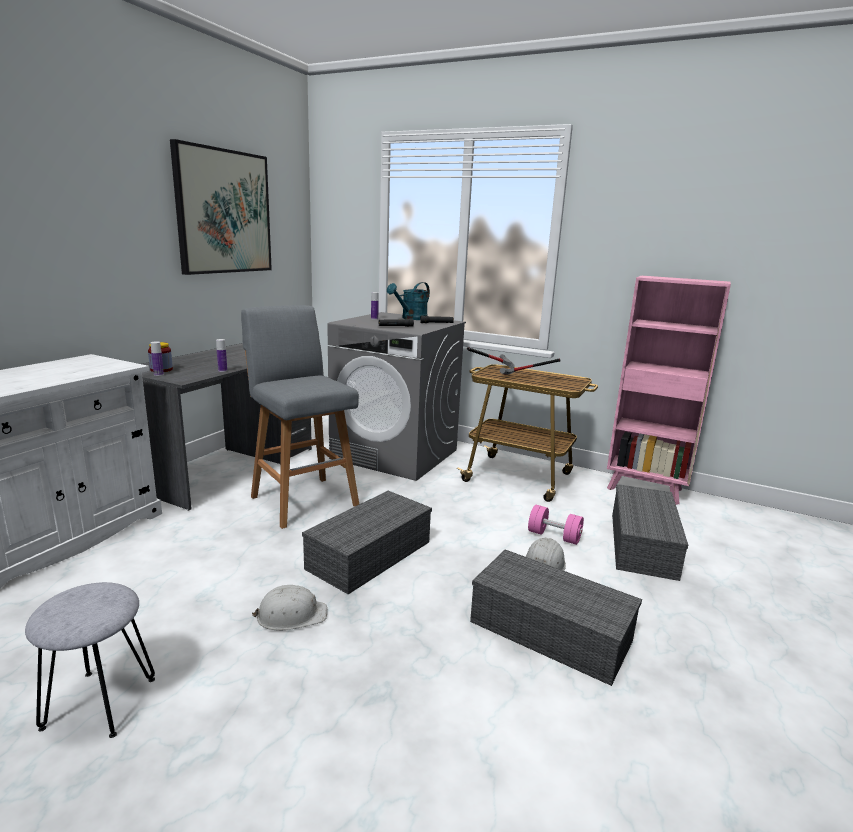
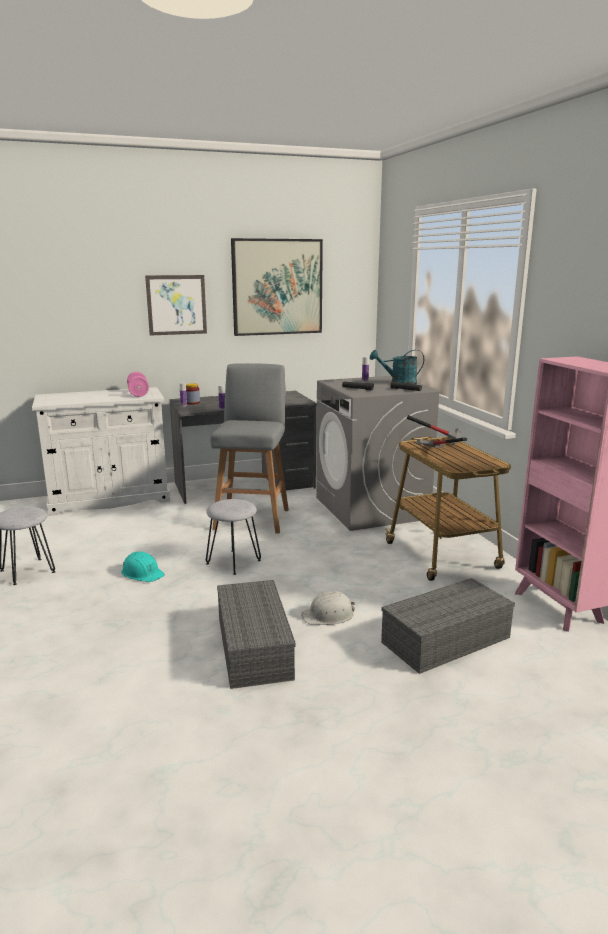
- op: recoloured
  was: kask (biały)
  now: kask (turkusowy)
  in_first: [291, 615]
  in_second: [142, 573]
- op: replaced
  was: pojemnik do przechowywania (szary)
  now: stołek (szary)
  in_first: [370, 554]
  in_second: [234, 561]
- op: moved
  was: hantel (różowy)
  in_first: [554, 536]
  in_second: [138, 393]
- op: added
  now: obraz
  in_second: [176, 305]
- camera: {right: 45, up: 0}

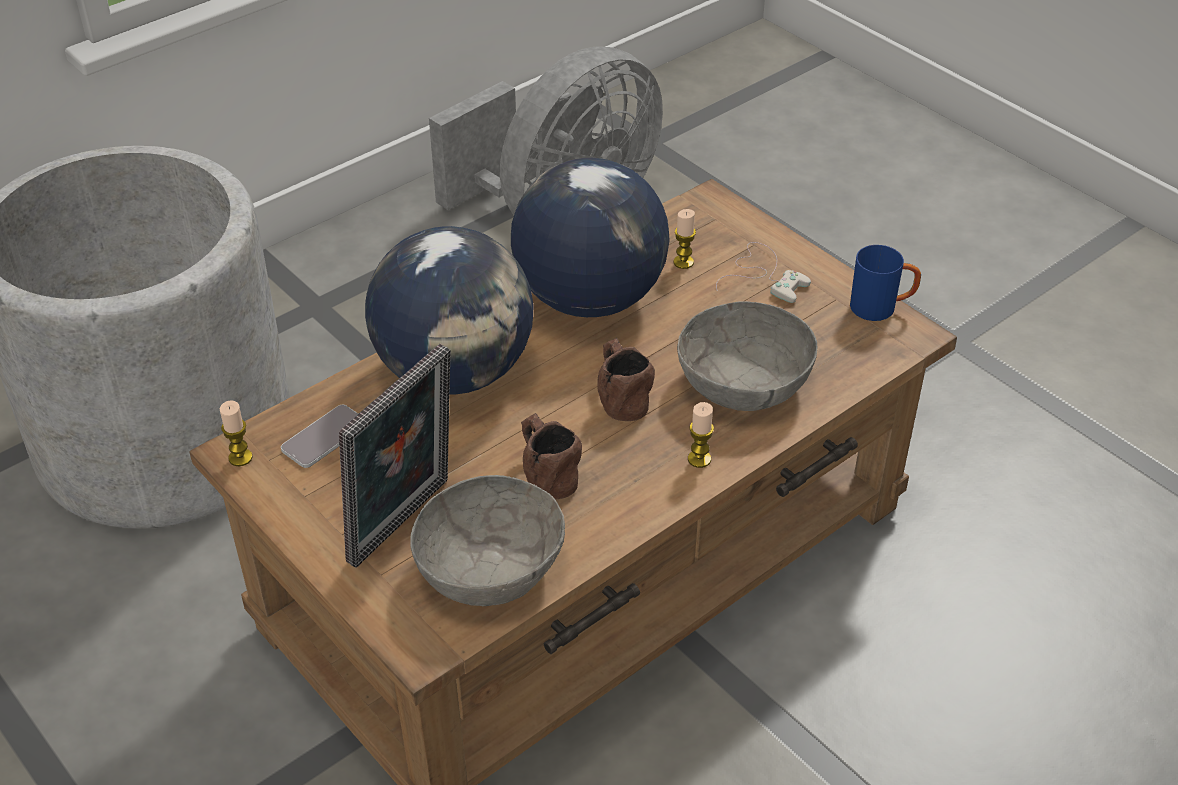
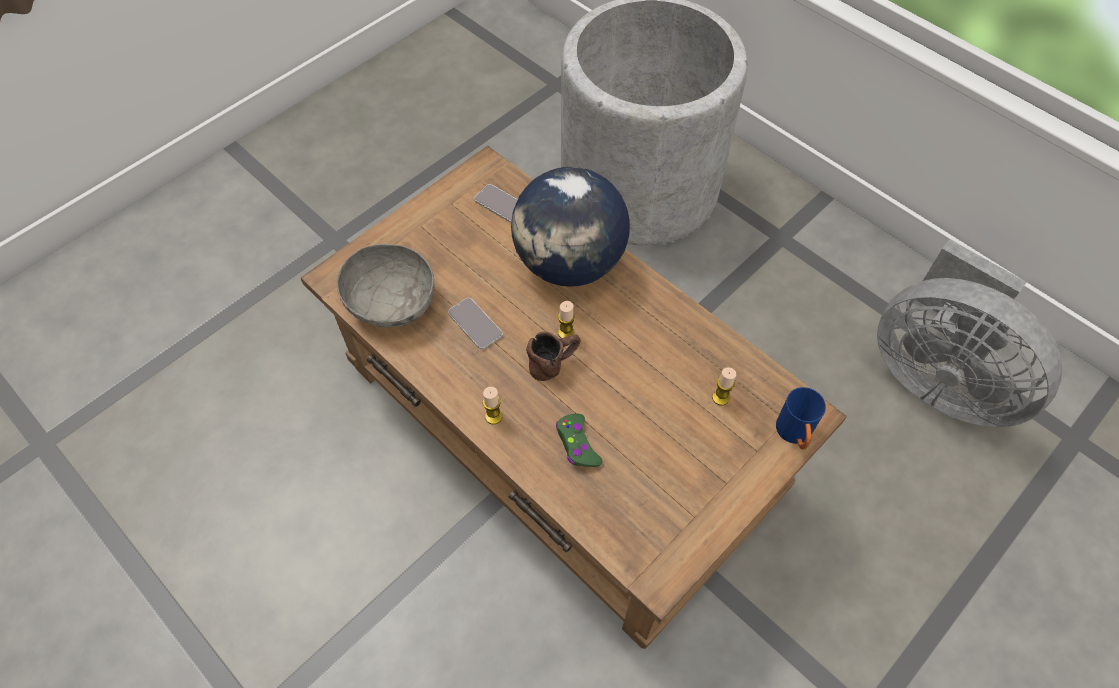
- op: moved
  was: świeca
  in_first: [240, 458]
  in_second: [566, 333]
- op: removed
  was: ramka na zdjęcie
  in_first: [405, 524]
- op: removed
  was: globus
  in_first: [588, 299]
- op: replaced
  was: kubek (brązowy)
  now: telefon
  in_first: [545, 473]
  in_second: [475, 324]
- op: replaced
  was: miska (szary)
  now: pad do gier (zielony)
  in_first: [743, 384]
  in_second: [577, 445]
- op: removed
  was: pad do gier (biały)
  in_first: [763, 275]
- op: moved
  was: kubek (niebieski)
  in_first: [881, 308]
  in_second: [795, 435]
- camera: {right: 85, up: 15}

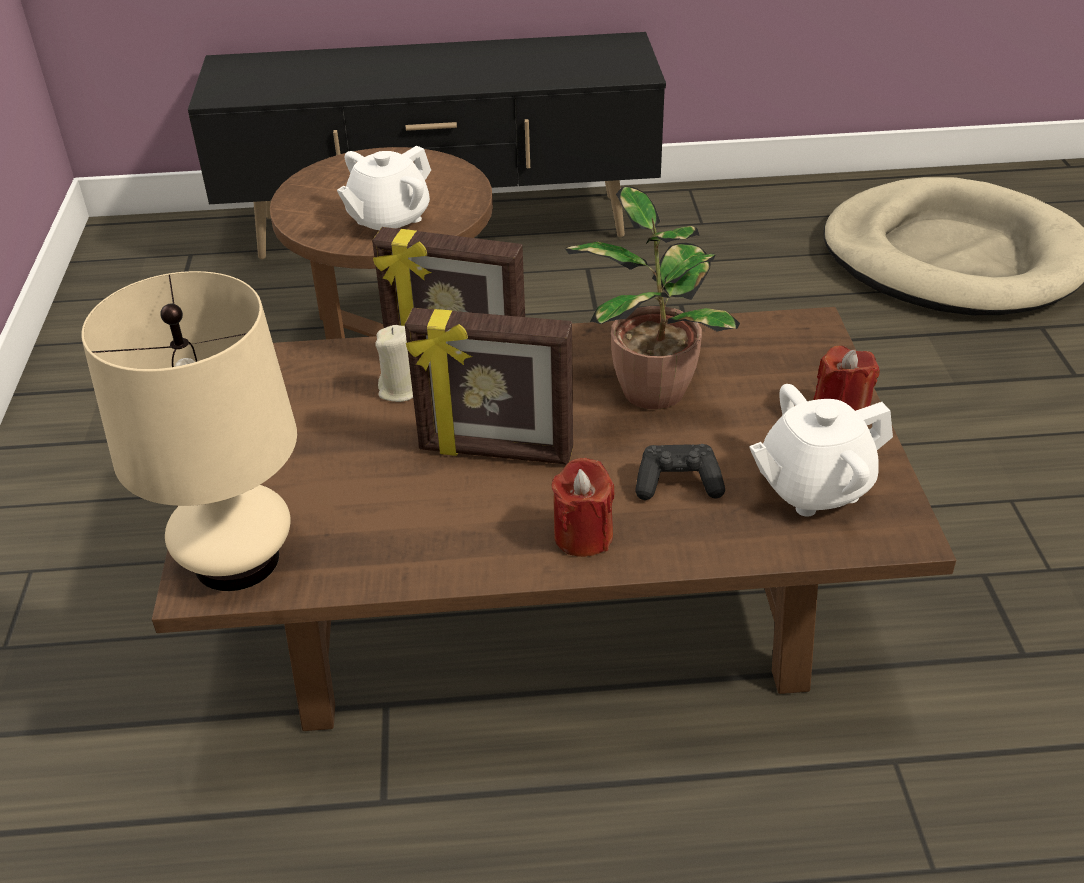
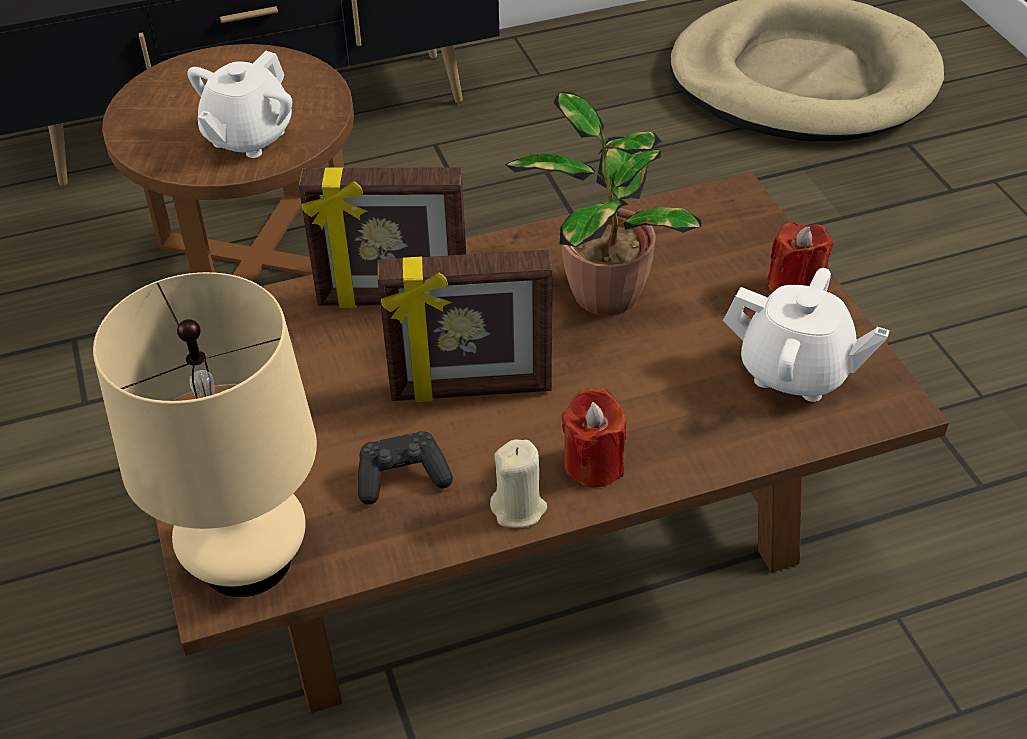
- op: moved
  was: świeca (beżowy)
  in_first: [400, 390]
  in_second: [519, 508]
- op: moved
  was: pad do gier (czarny)
  in_first: [678, 484]
  in_second: [402, 478]
- op: turned
  was: imbryk (biały)
  in_first: [813, 487]
  in_second: [795, 372]
  clockwise: -120
- camera: {right: -15, up: 5}

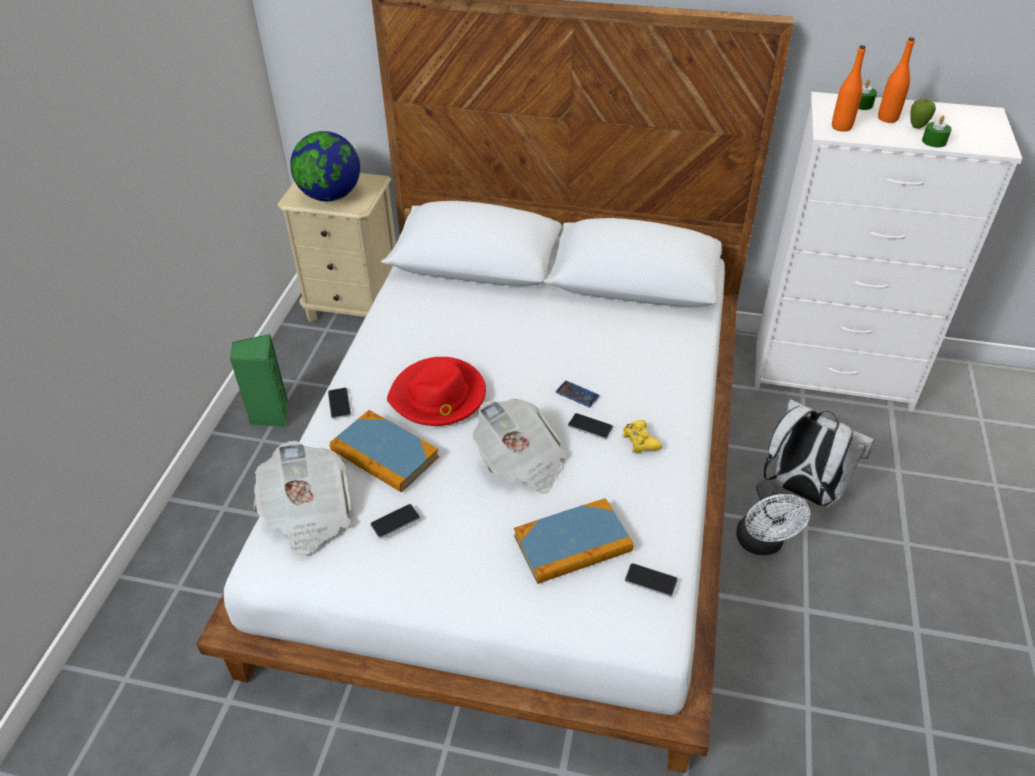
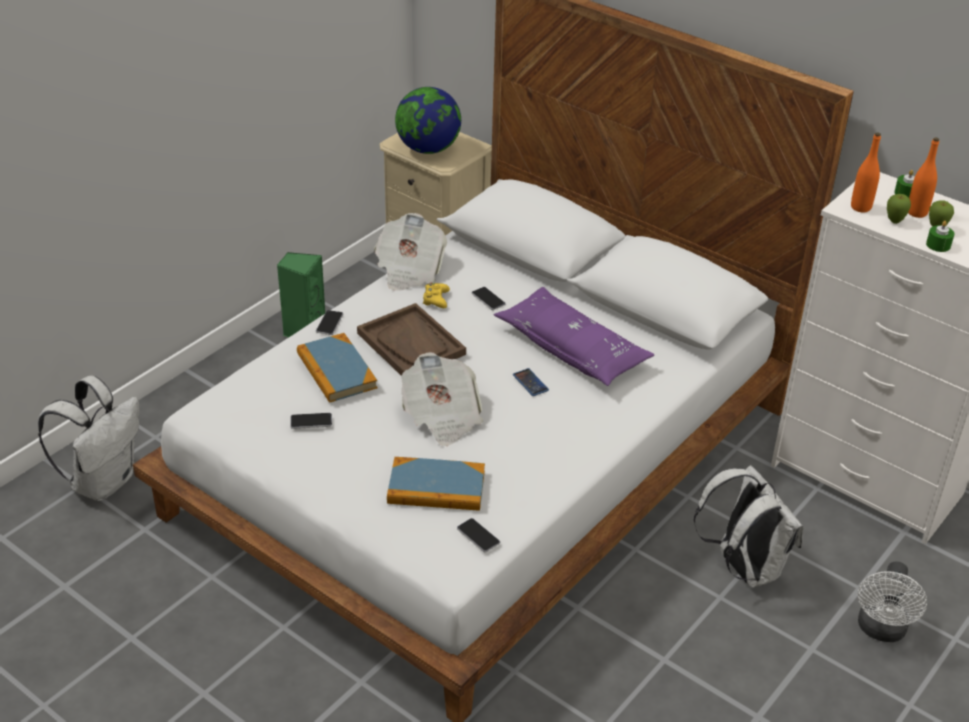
- op: moved
  was: gazeta
  in_first: [307, 514]
  in_second: [409, 270]
- op: replaced
  was: kapelusz (czerwony)
  now: taca (brązowy)
  in_first: [438, 396]
  in_second: [411, 344]
- op: moved
  was: telefon
  in_first: [590, 427]
  in_second: [488, 299]
- op: moved
  was: pad do gier (żółty)
  in_first: [640, 441]
  in_second: [436, 299]
- op: moved
  was: wentylator (biały)
  in_first: [762, 544]
  in_second: [881, 630]
- op: added
  now: plecak (biały)
  in_second: [104, 481]
- op: added
  now: poduszka (fioletowy)
  in_second: [572, 349]
- op: added
  now: jabłko
  in_second: [894, 221]
- camera: {right: 25, up: -5}

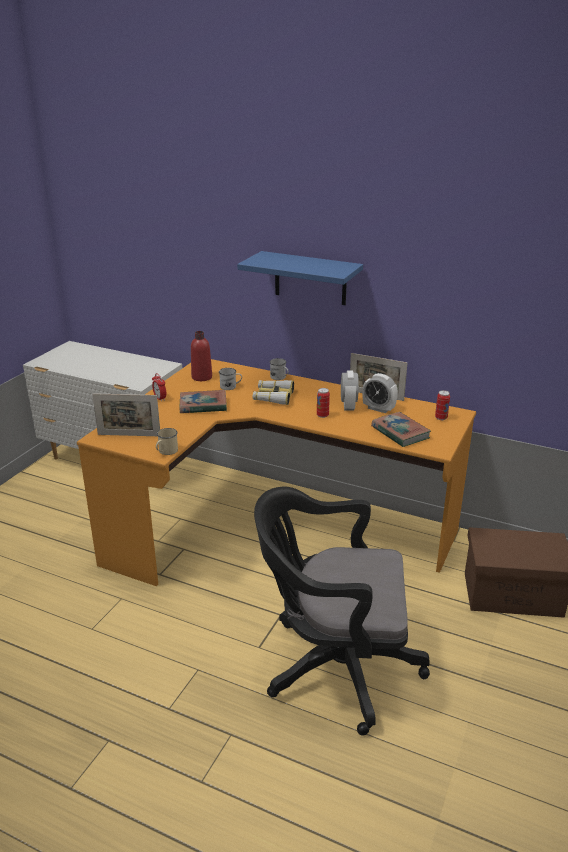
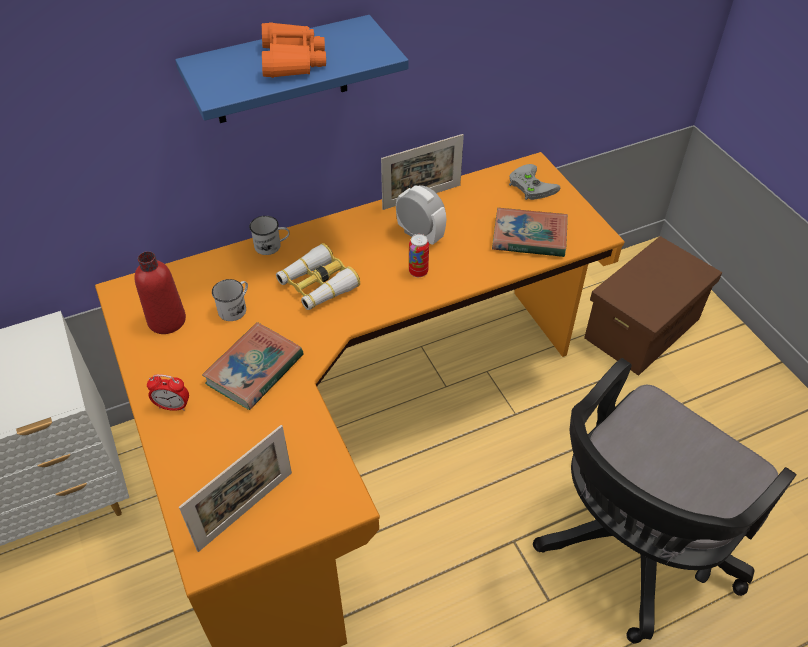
- op: removed
  was: kubek (beżowy)
  in_first: [166, 452]
- op: removed
  was: budzik
  in_first: [378, 409]
- op: replaced
  was: puszka
  now: pad do gier (szary)
  in_first: [441, 418]
  in_second: [529, 185]
- op: added
  now: lornetka (pomarańczowy)
  in_second: [292, 60]
- camera: {right: -50, up: 20}

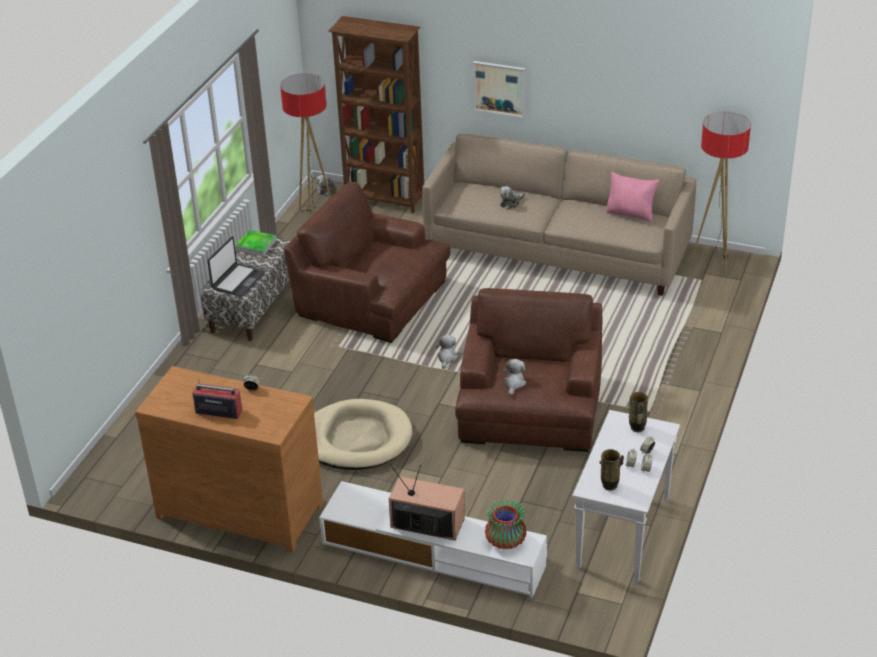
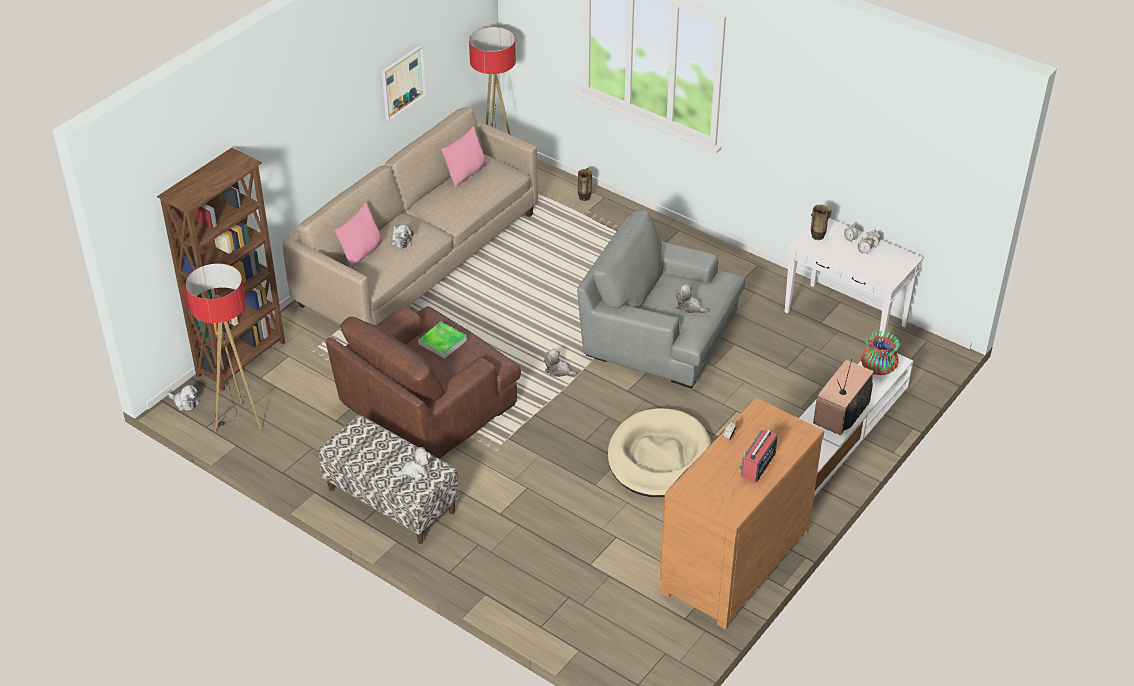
- op: replaced
  was: laptop
  now: pluszak
  in_first: [238, 281]
  in_second: [415, 471]
- op: moved
  was: taca
  in_first: [256, 245]
  in_second: [442, 342]
- op: recoloured
  was: fotel (brązowy)
  now: fotel (szary)
  in_first: [530, 407]
  in_second: [659, 333]
- op: moved
  was: obraz
  in_first: [499, 88]
  in_second: [402, 82]
- op: moved
  was: wazon
  in_first: [610, 486]
  in_second: [584, 198]
- op: added
  now: poduszka (różowy)
  in_second: [362, 252]
- camera: {right: -75, up: 5}

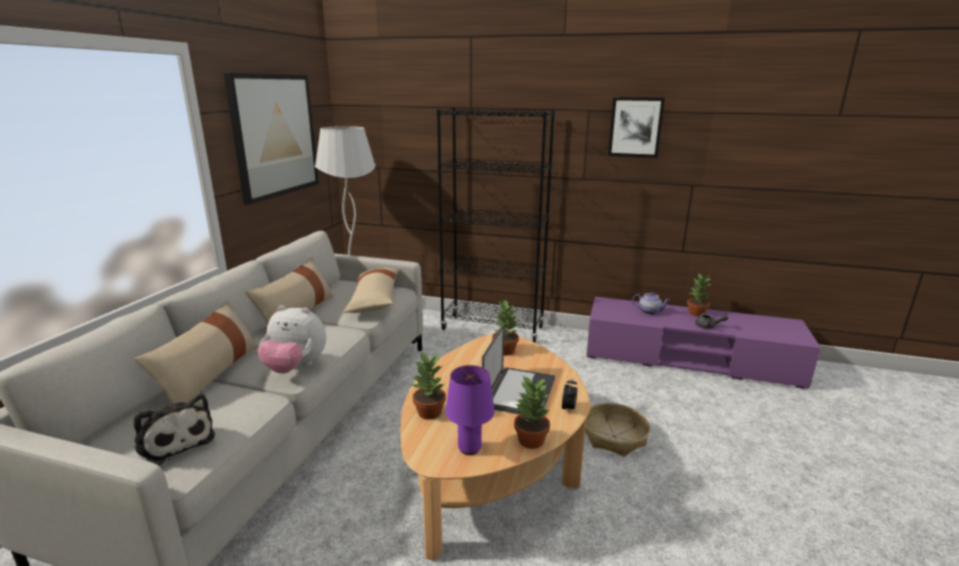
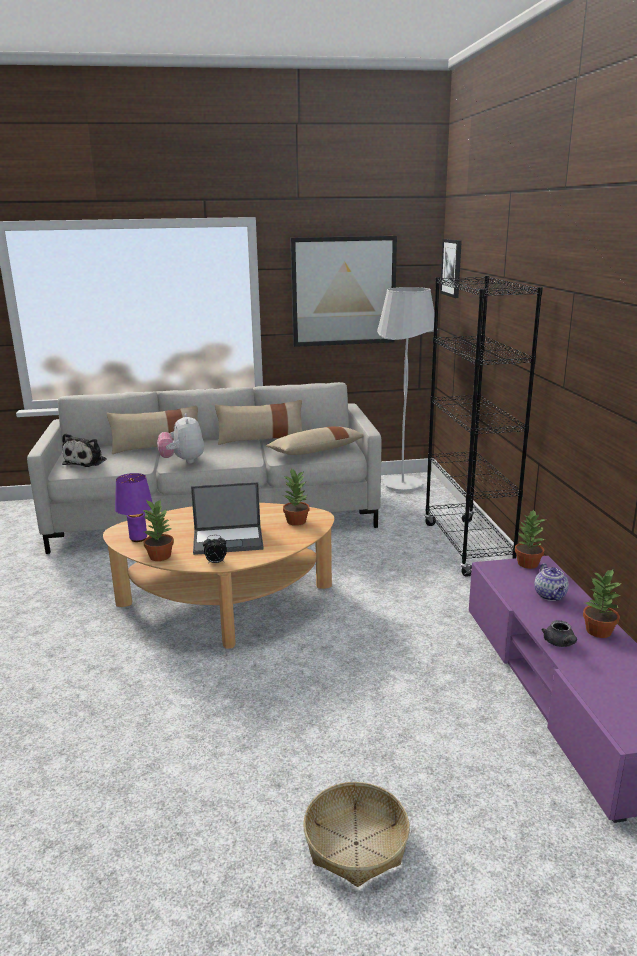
- op: moved
  was: roślina doniczkowa
  in_first: [429, 413]
  in_second: [527, 564]
- op: moved
  was: koszyk
  in_first: [614, 436]
  in_second: [356, 844]
- op: moved
  was: obraz
  in_first: [635, 127]
  in_second: [452, 268]
- camera: {right: 65, up: 0}

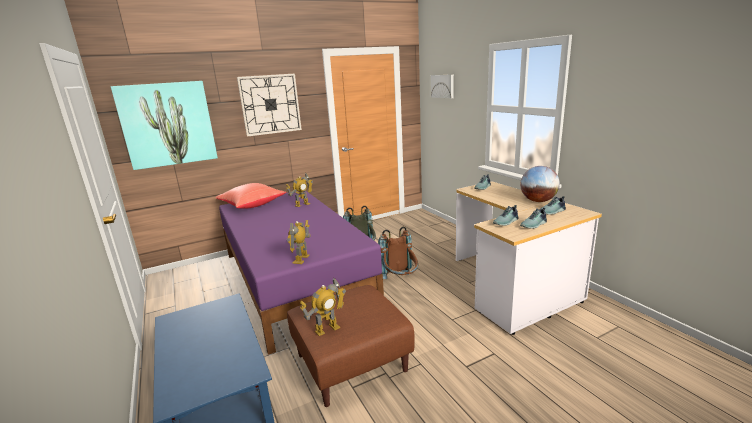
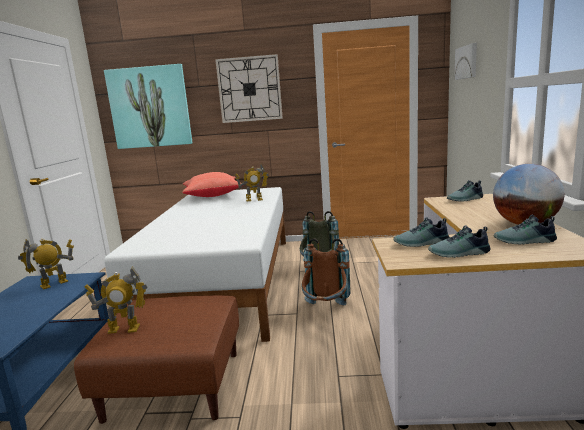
- op: recoloured
  was: łóżko (fioletowy)
  now: łóżko (biały)
  in_first: [295, 279]
  in_second: [225, 282]
- op: moved
  was: robot zabawkowy
  in_first: [301, 259]
  in_second: [54, 284]
- camera: {right: 30, up: -5}

